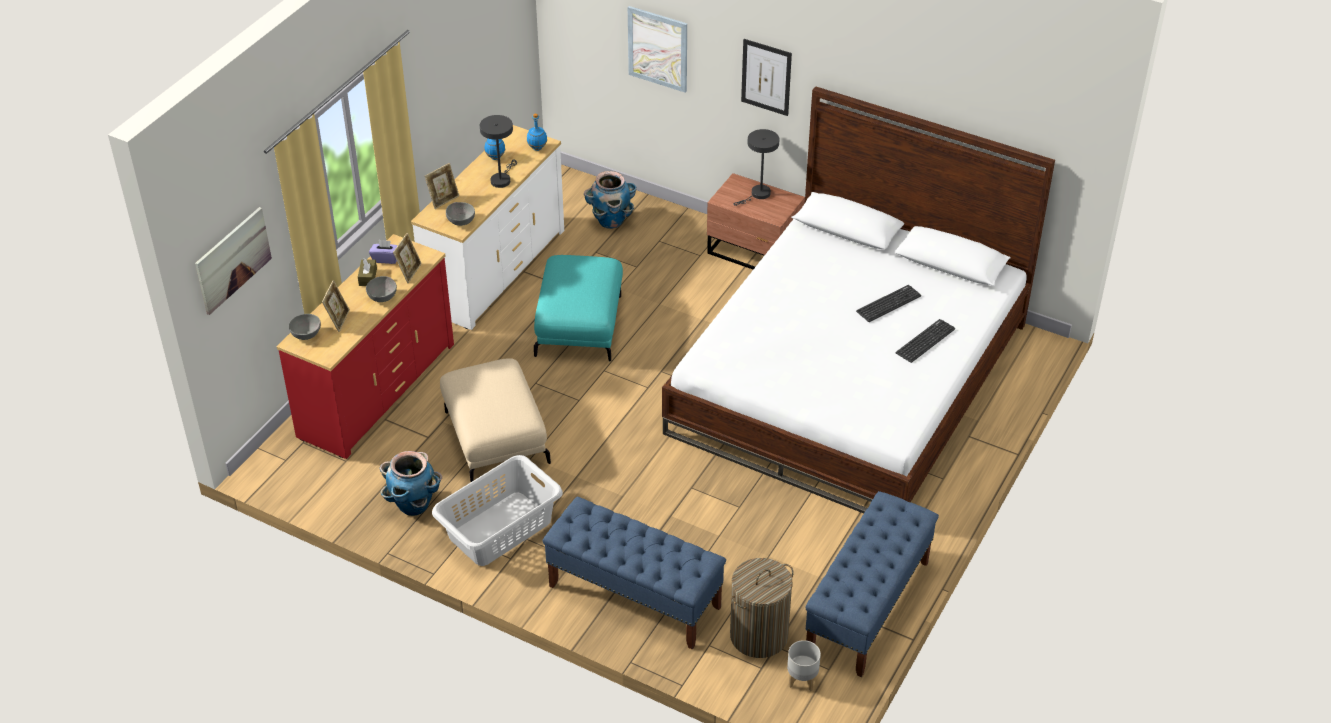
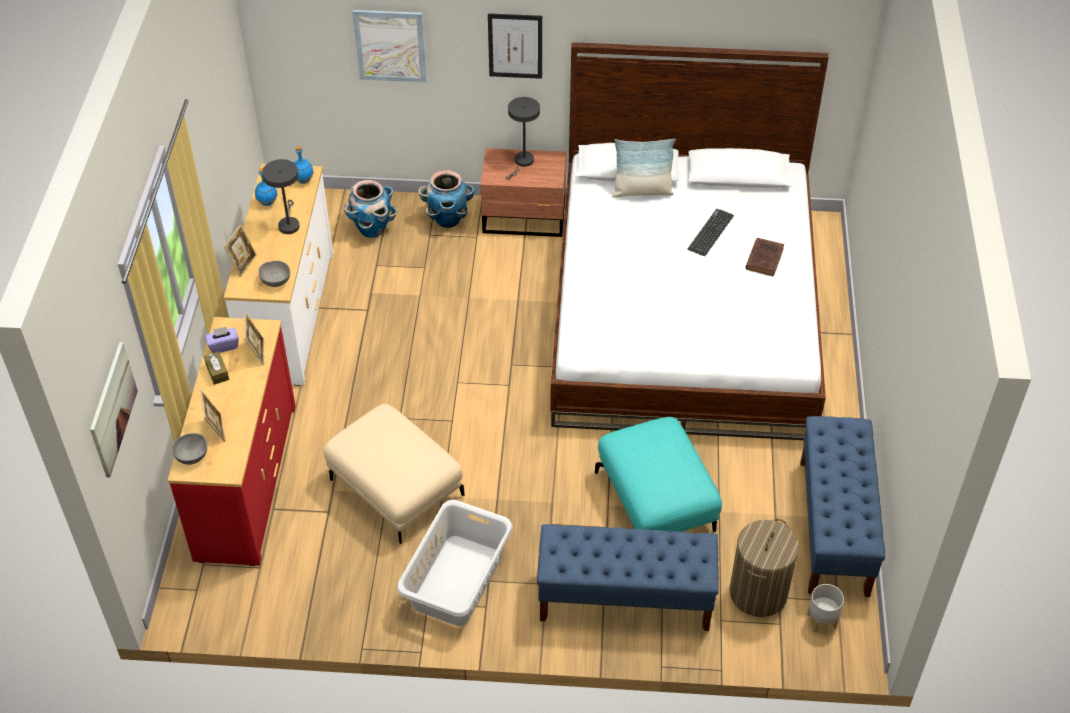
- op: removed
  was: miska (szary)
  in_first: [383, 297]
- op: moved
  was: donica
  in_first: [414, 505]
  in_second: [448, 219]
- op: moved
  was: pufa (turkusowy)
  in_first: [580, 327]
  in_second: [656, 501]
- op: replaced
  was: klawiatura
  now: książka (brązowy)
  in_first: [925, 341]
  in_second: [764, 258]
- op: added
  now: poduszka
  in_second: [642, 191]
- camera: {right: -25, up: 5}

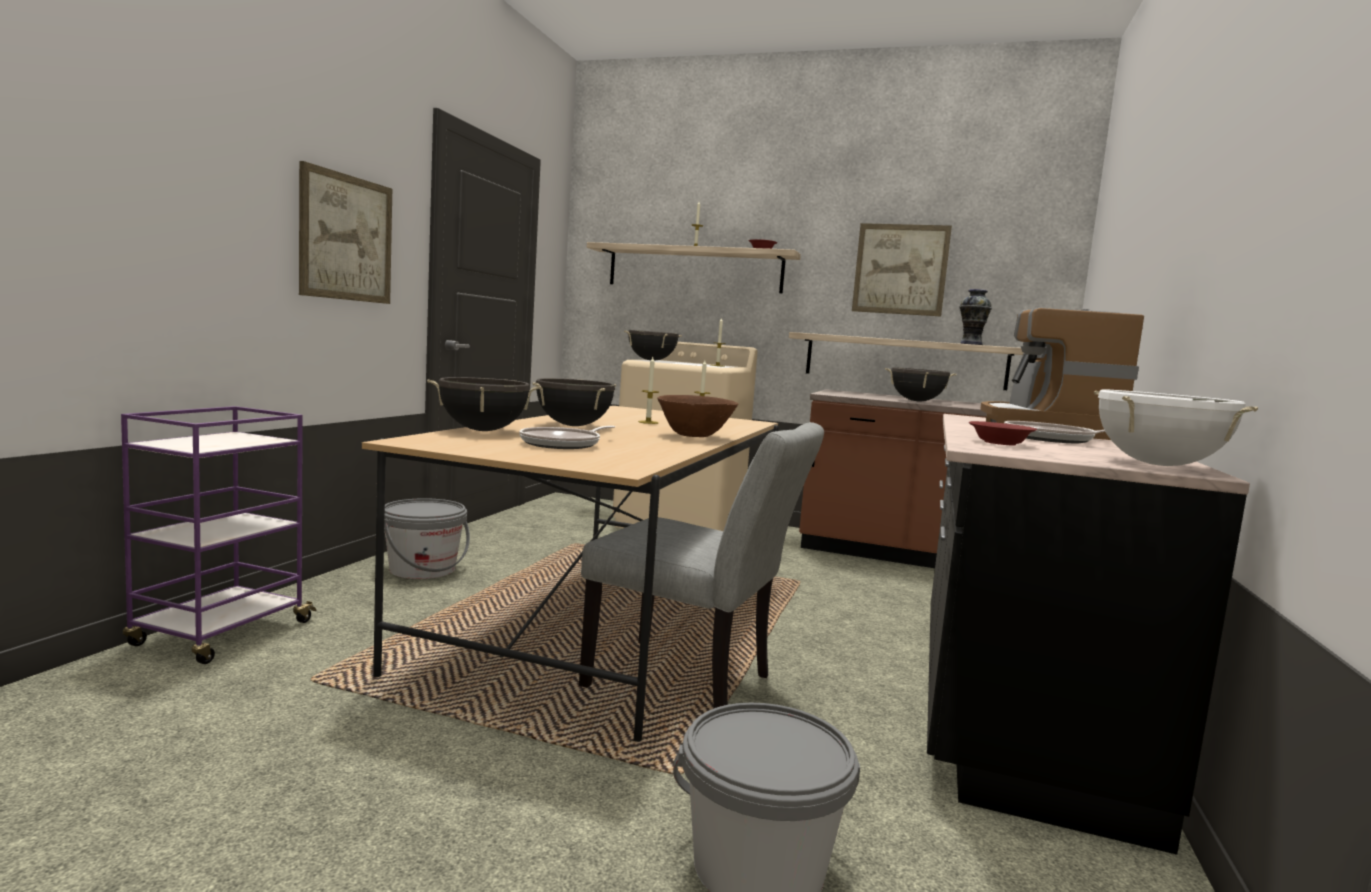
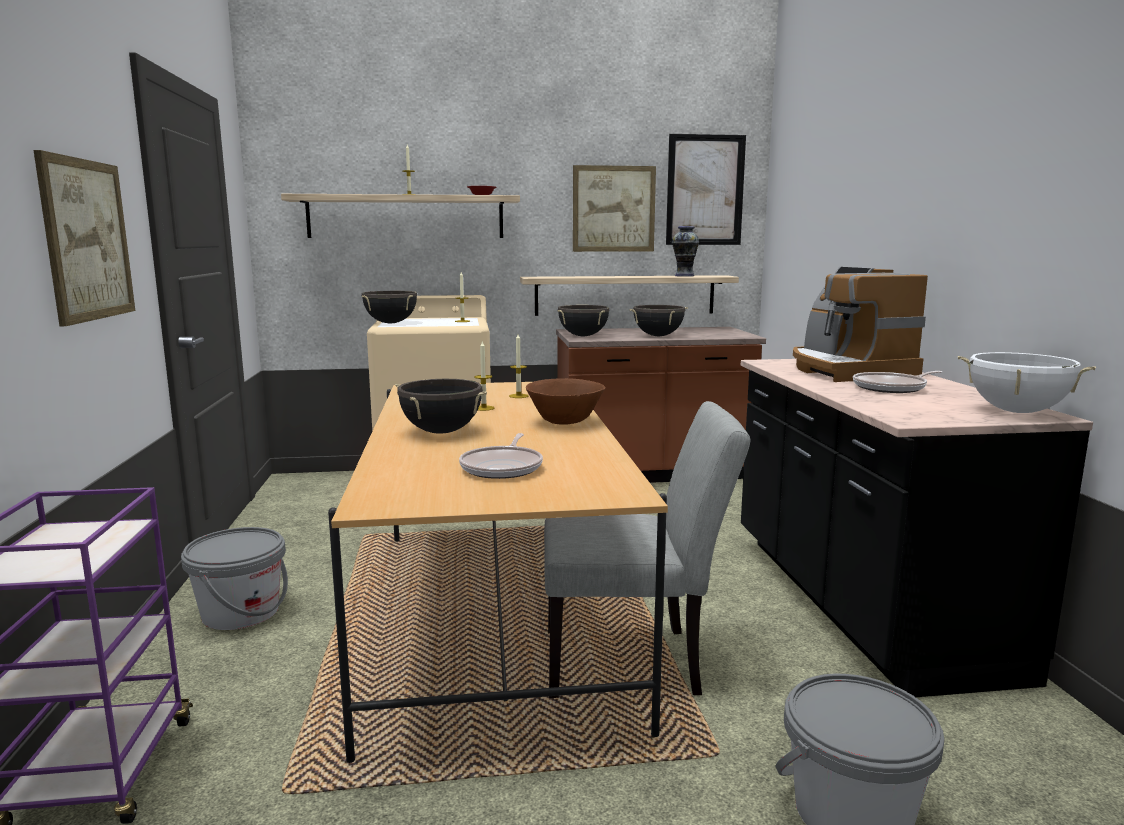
- op: moved
  was: garnek (czarny)
  in_first: [483, 430]
  in_second: [583, 336]
- op: removed
  was: miska (czerwony)
  in_first: [999, 443]
- op: added
  now: obraz
  in_second: [705, 190]
- camera: {right: -25, up: 5}

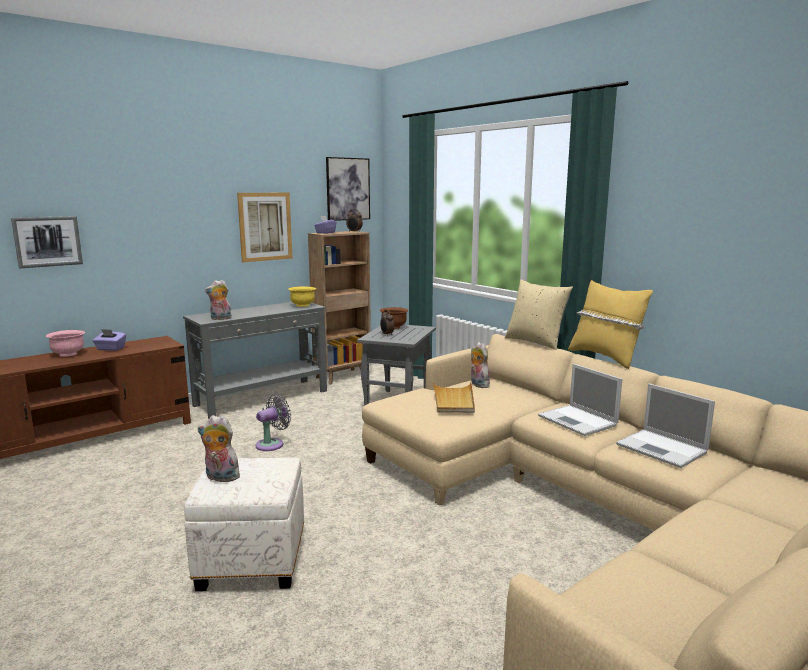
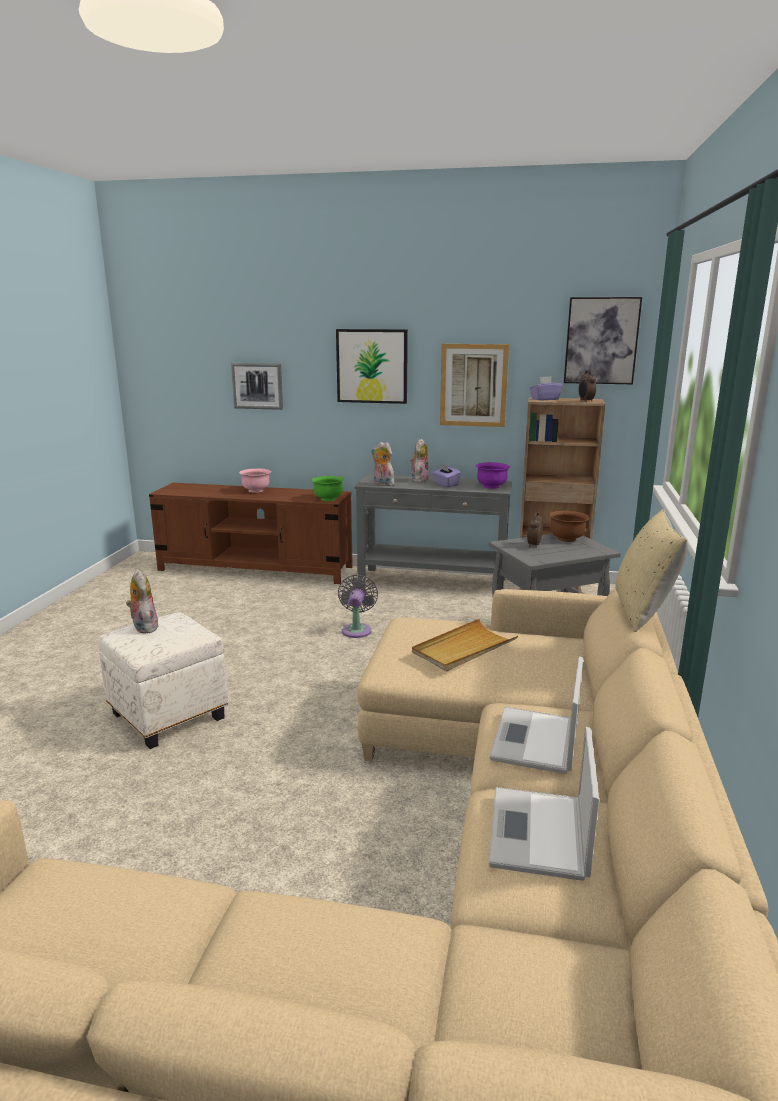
- op: moved
  was: pudełko chusteczek (fioletowy)
  in_first: [110, 349]
  in_second: [445, 484]
- op: turned
  was: wentylator (szary)
  in_first: [272, 444]
  in_second: [357, 629]
  clockwise: -90
- op: recoloured
  was: miska (żółty)
  now: miska (fioletowy)
  in_first: [302, 305]
  in_second: [491, 486]
- op: moved
  was: pluszak
  in_first: [478, 385]
  in_second: [419, 480]
- op: removed
  was: poduszka (żółty)
  in_first: [605, 357]
- op: added
  now: miska (zielony)
  in_second: [328, 499]
- op: added
  now: obraz
  in_second: [372, 366]
- camera: {right: 50, up: 5}

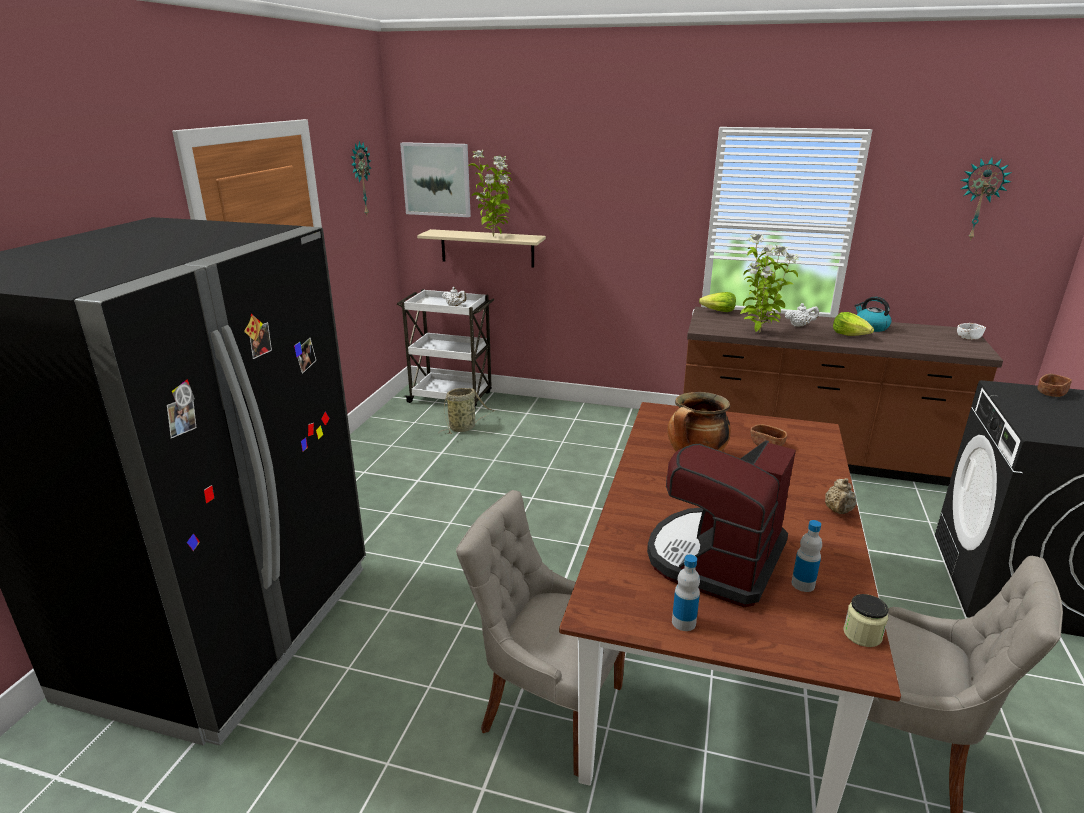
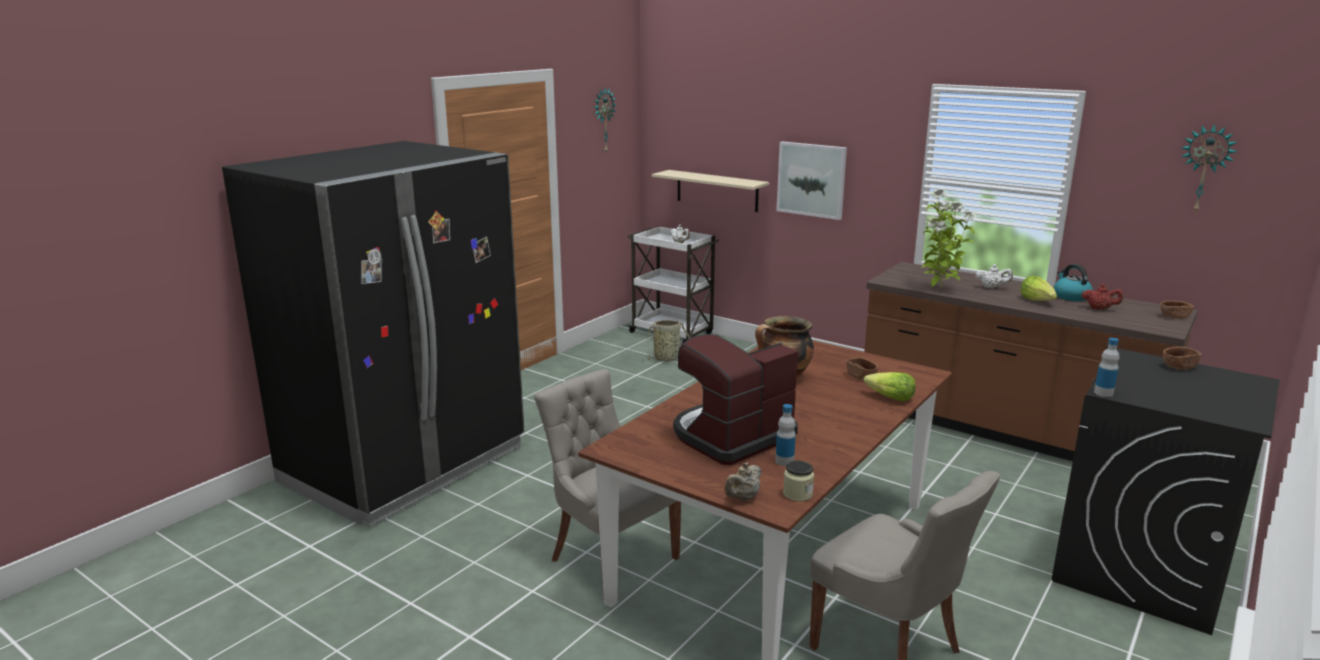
- op: moved
  was: obraz
  in_first: [436, 179]
  in_second: [811, 179]
- op: removed
  was: roślina doniczkowa
  in_first: [494, 236]
- op: moved
  was: butelka
  in_first: [683, 622]
  in_second: [1103, 393]
- op: moved
  was: sałata
  in_first: [718, 311]
  in_second: [890, 398]
- op: moved
  was: imbryk (beżowy)
  in_first: [838, 511]
  in_second: [743, 497]
- op: recoloured
  was: miska (biały)
  now: miska (brązowy)
  in_first: [968, 337]
  in_second: [1174, 316]
- op: added
  now: imbryk (czerwony)
  in_second: [1099, 309]
- camera: {right: 20, up: -5}

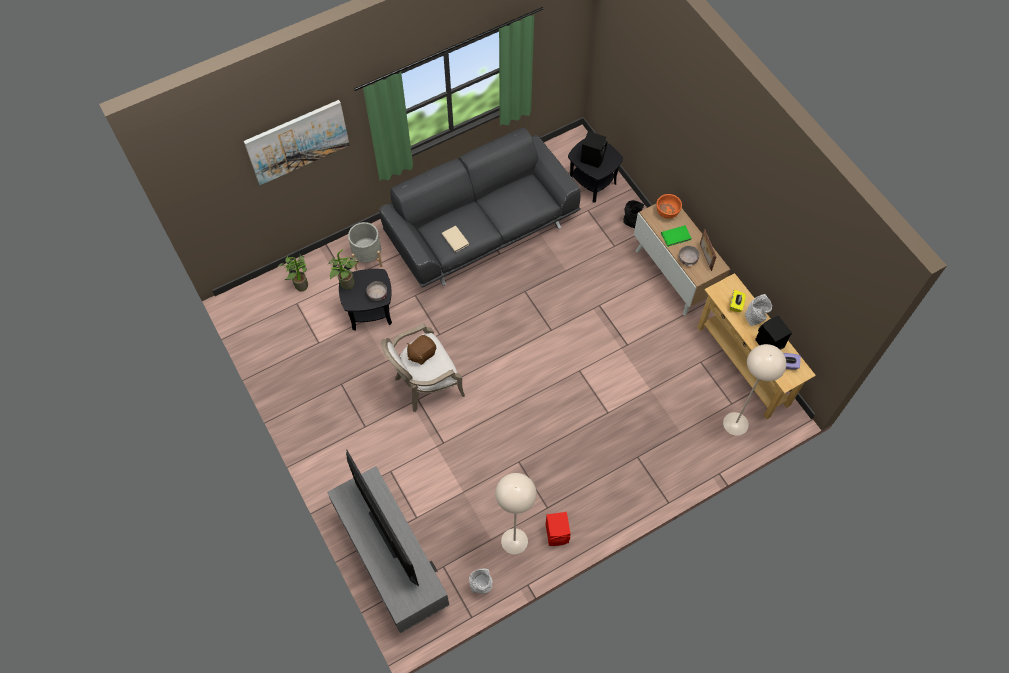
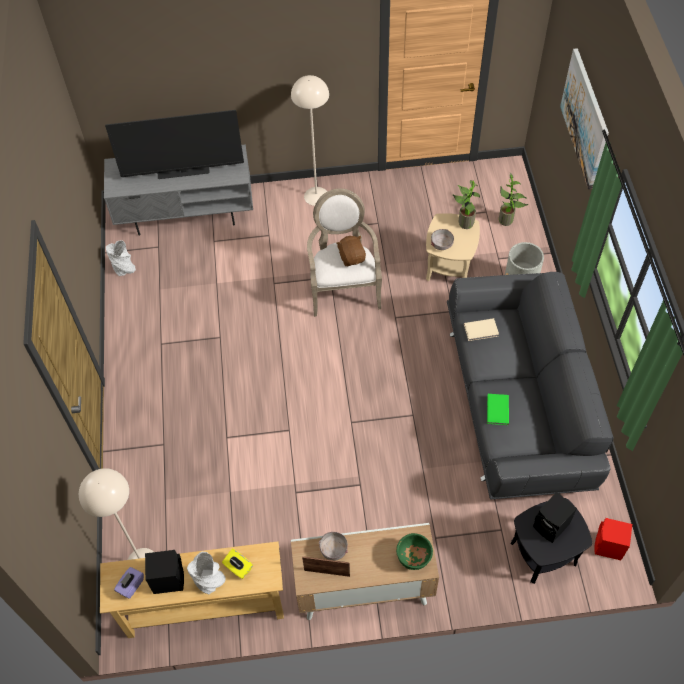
- op: recoloured
  was: stolik (czarny)
  now: stolik (beżowy)
  in_first: [370, 312]
  in_second: [449, 267]
- op: moved
  was: lampa stojąca (beżowy)
  in_first: [514, 541]
  in_second: [316, 196]
- op: moved
  was: głośnik (czerwony)
  in_first: [558, 534]
  in_second: [608, 547]
- op: removed
  was: wazon (czarny)
  in_first: [632, 222]
- op: recoloured
  was: miska (pomarańczowy)
  now: miska (zielony)
  in_first: [667, 212]
  in_second: [413, 558]
- op: moved
  was: książka (zielony)
  in_first: [676, 237]
  in_second: [496, 410]
- camera: {right: 115, up: -5}

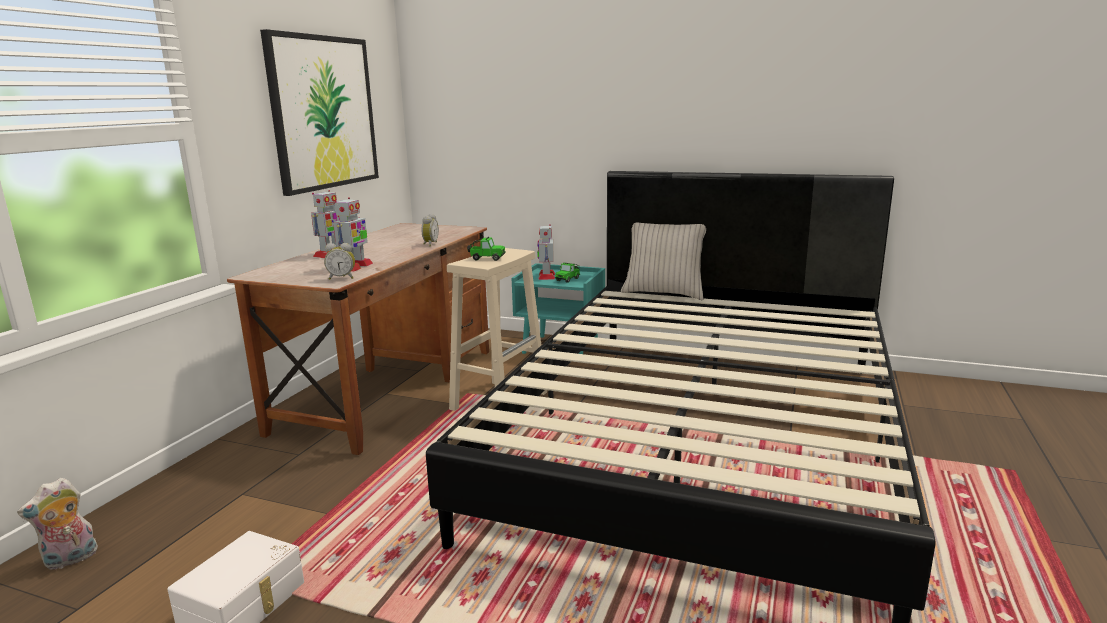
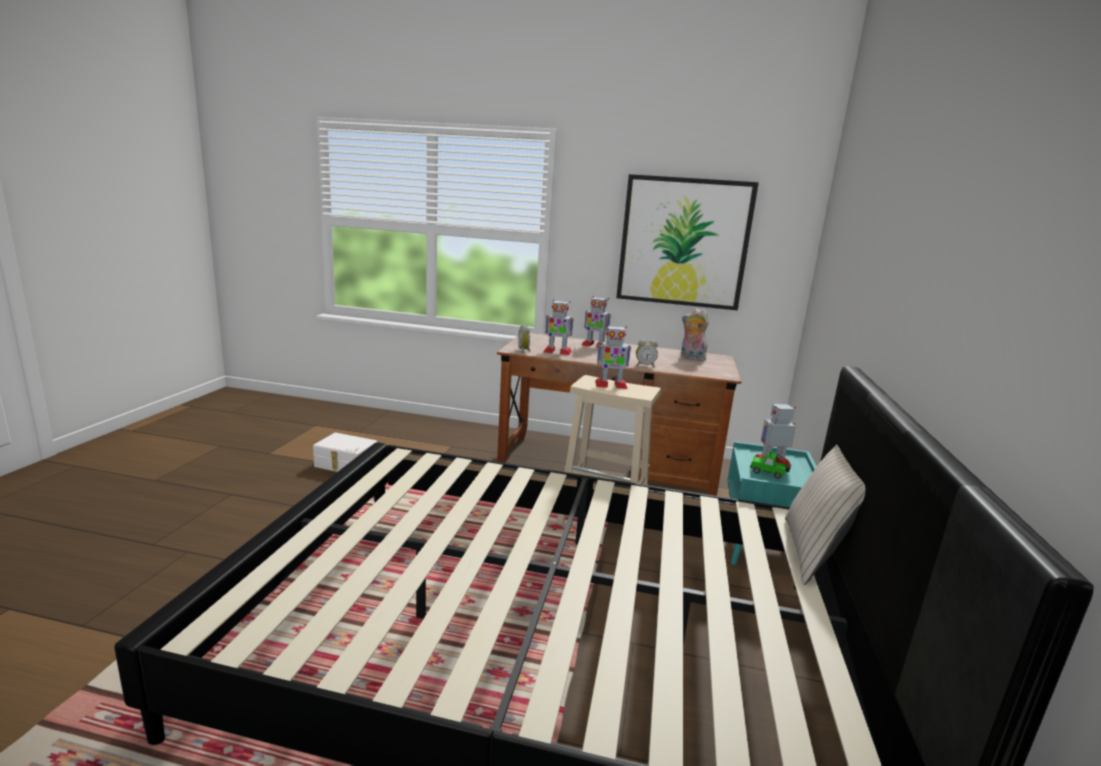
- op: moved
  was: pluszak
  in_first: [70, 560]
  in_second: [691, 358]
- op: replaced
  was: samochodzik
  now: robot zabawkowy
  in_first: [486, 258]
  in_second: [610, 385]
- camera: {right: 80, up: 0}

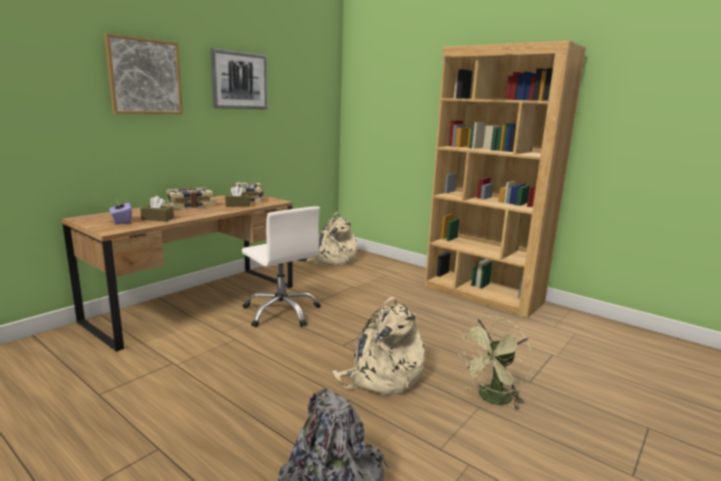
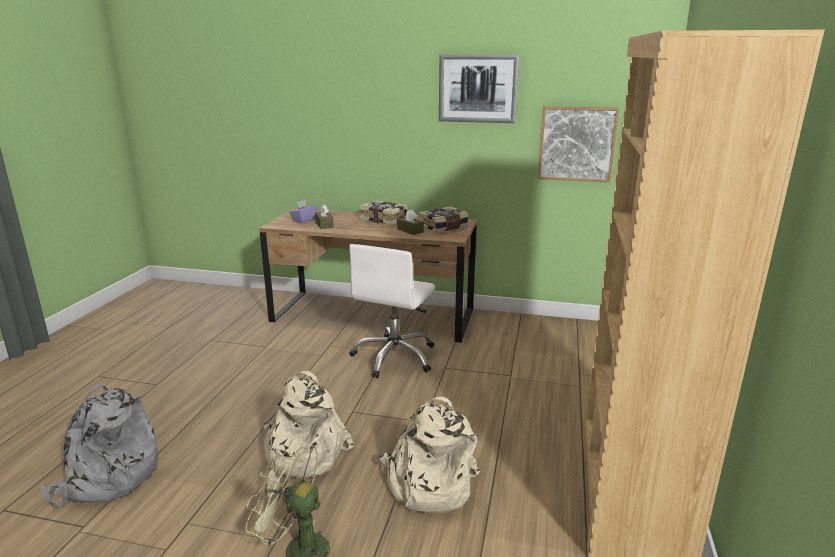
- op: moved
  was: obraz
  in_first: [145, 76]
  in_second: [576, 144]
- op: moved
  was: plecak (beżowy)
  in_first: [332, 260]
  in_second: [428, 484]
- camera: {right: 65, up: 5}

